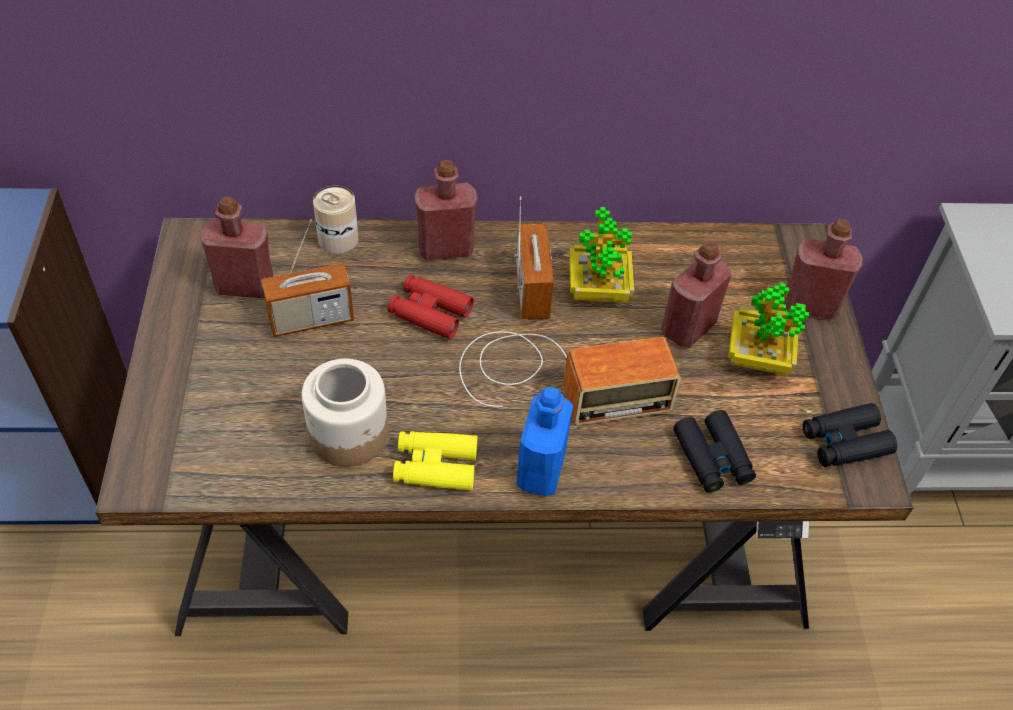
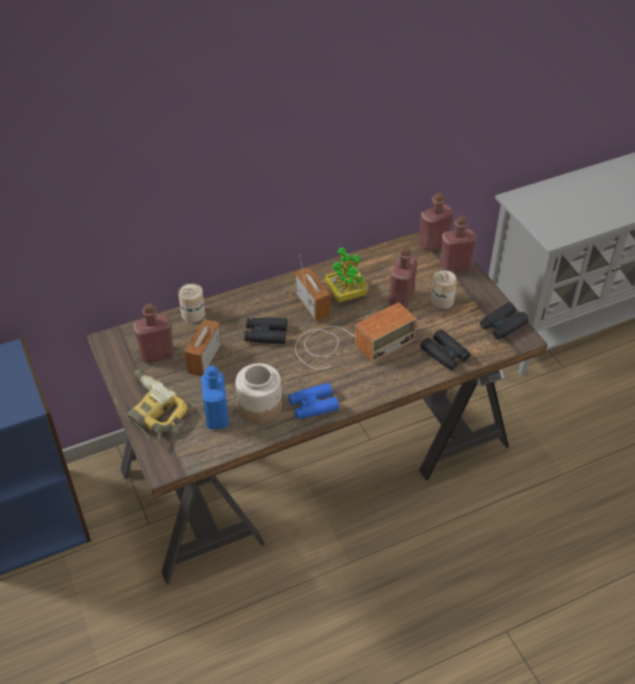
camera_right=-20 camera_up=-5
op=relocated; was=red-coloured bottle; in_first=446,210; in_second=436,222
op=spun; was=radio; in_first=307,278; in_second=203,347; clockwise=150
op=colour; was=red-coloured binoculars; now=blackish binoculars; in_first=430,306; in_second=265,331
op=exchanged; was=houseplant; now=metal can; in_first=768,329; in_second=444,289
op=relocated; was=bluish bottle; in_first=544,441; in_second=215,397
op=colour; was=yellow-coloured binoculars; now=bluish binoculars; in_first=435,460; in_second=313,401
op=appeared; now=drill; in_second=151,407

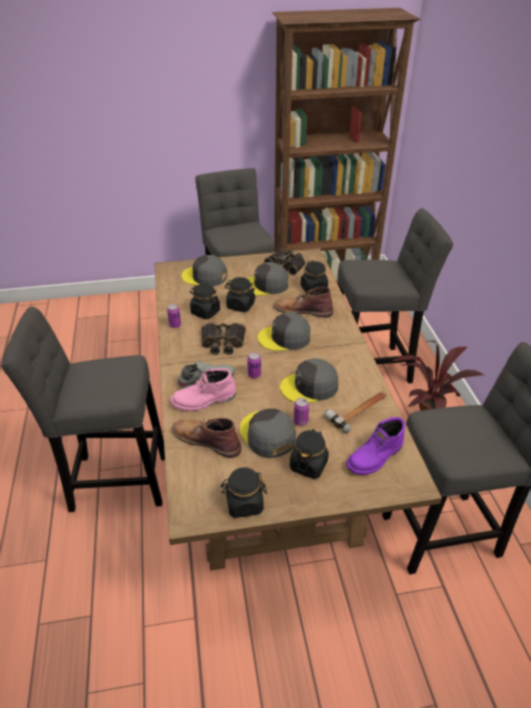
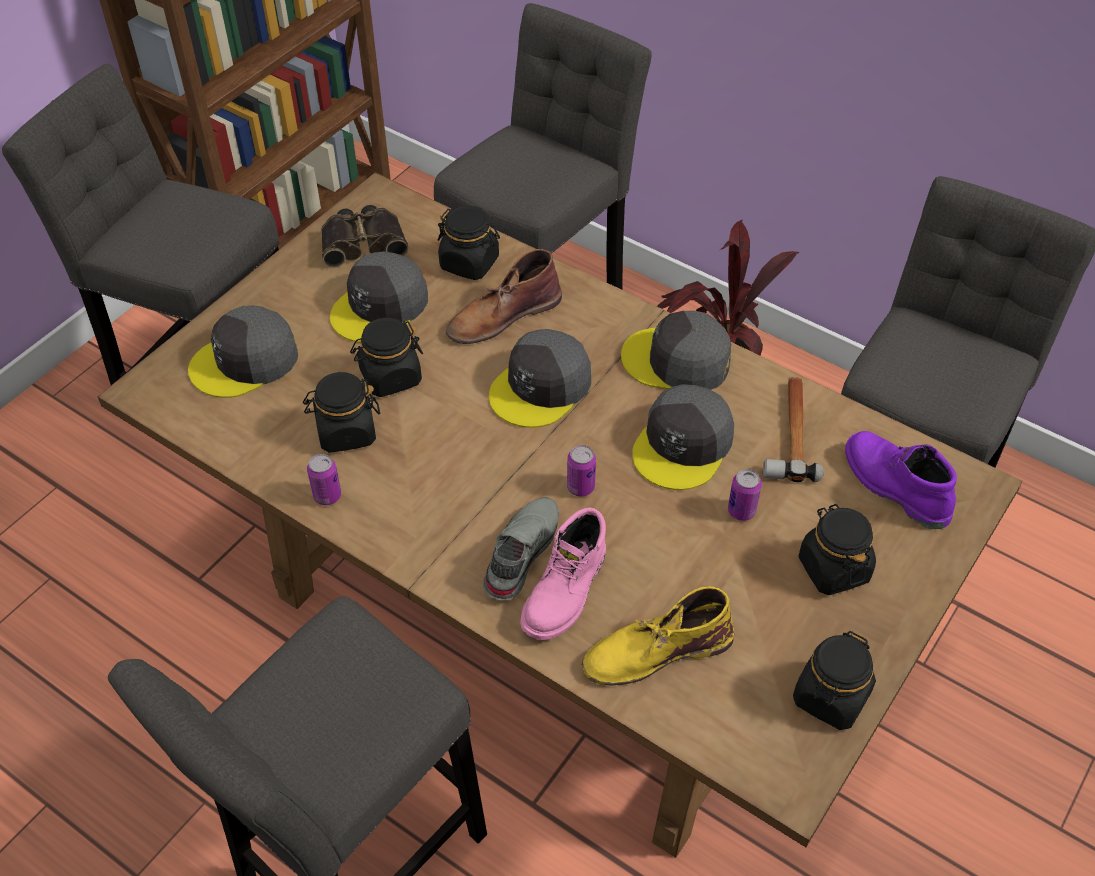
camera_right=-45 camera_up=10
op=missing; was=binoculars; in_first=224,339
op=relocated; was=gray cap; in_first=268,433; in_second=676,350
op=spun; was=purple-coloured boot; in_first=375,446; in_second=901,480; clockwise=135
op=colour; was=brown-coloured boot; now=yellow-coloured boot; in_first=207,438; in_second=658,636

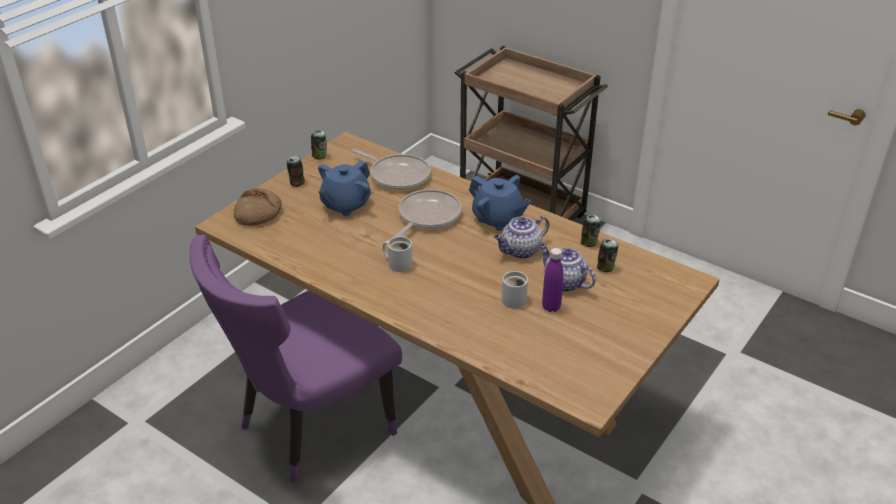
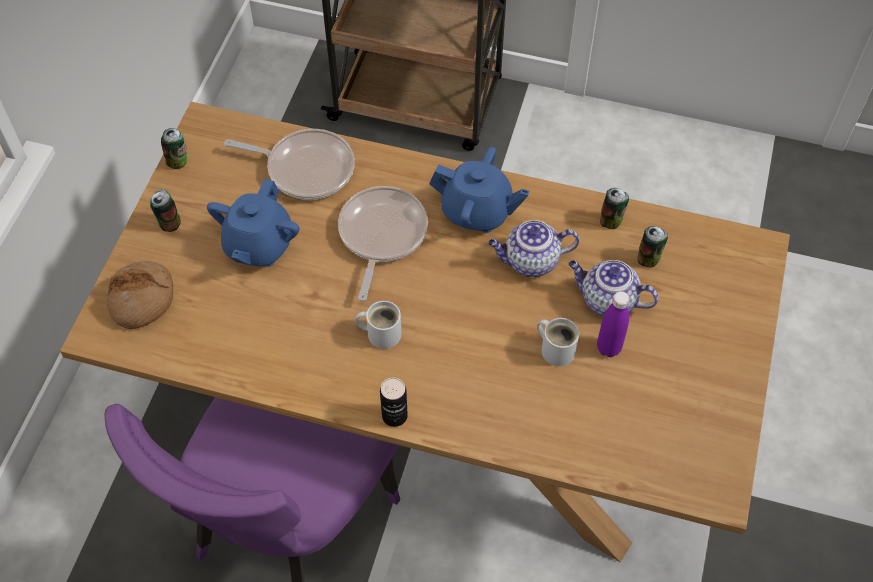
camera_right=-20 camera_up=20
op=spun; was=teapot; in_first=521,237; in_second=533,248; clockwise=45
op=appeared; now=metal can; in_second=394,402

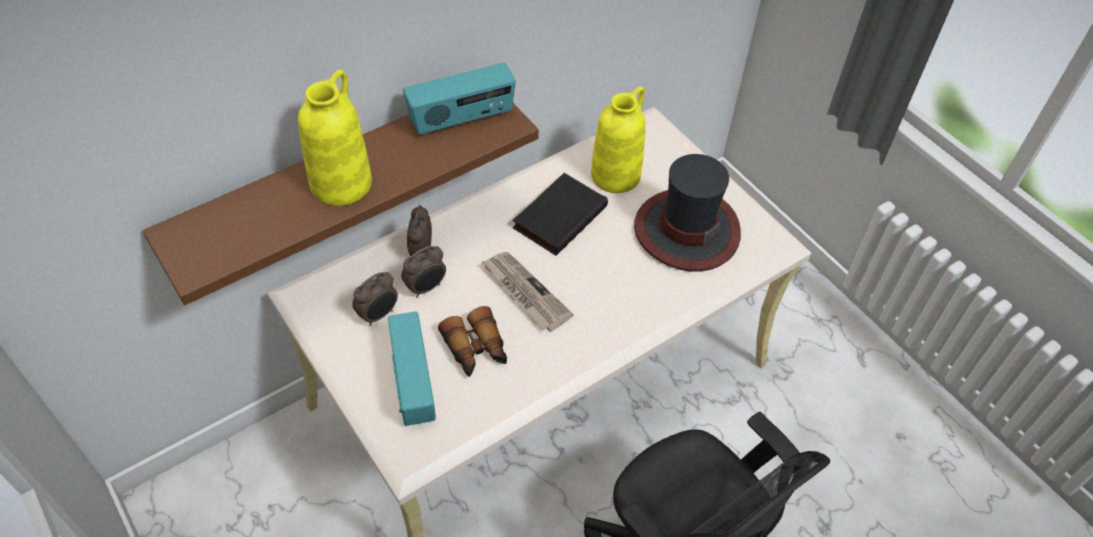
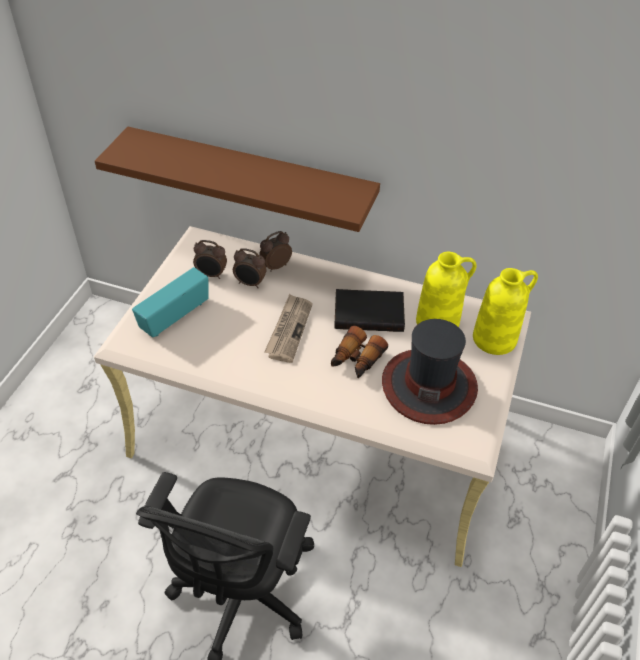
camera_right=55 camera_up=-5
op=missing; was=radio; in_first=459,99
op=relocated; was=yellow-coloured decorative vase; in_first=335,138; in_second=505,311
op=relocated; was=binoculars; in_first=472,341; in_second=359,352

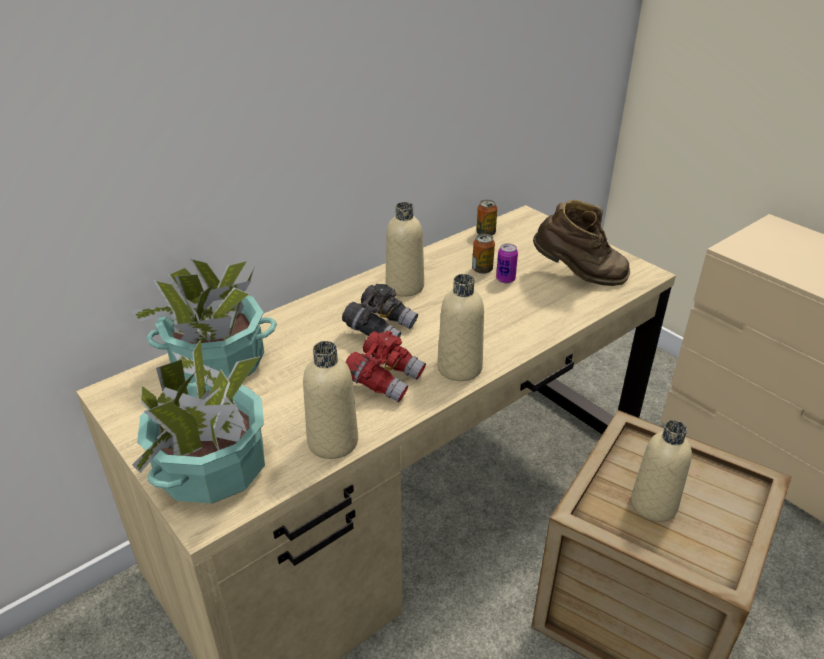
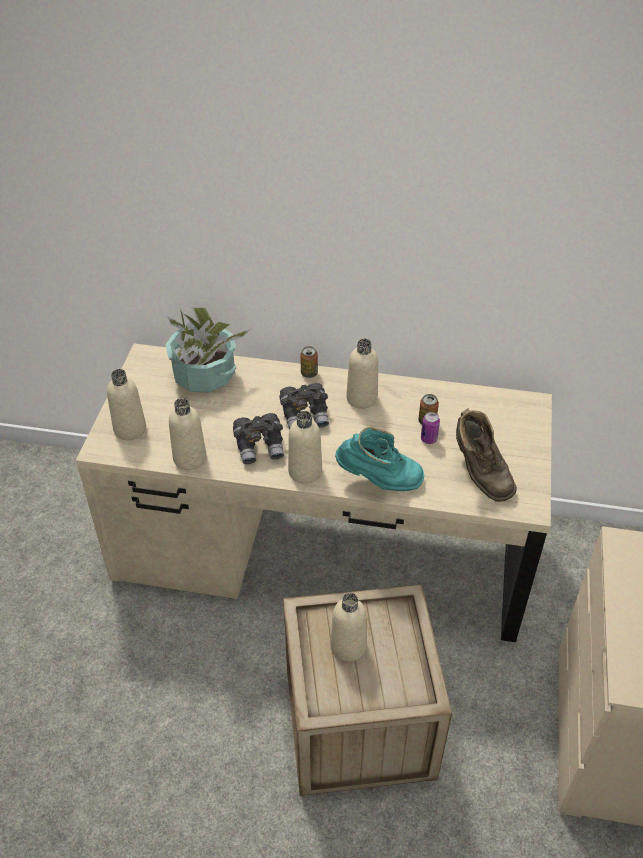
camera_right=50 camera_up=10
op=relocated; was=metal can; in_first=487,218; in_second=309,362
op=colour; was=red-coloured binoculars; now=gray binoculars; in_first=386,367; in_second=258,438
op=exchanged; was=houseplant; now=sand-coloured bottle; in_first=198,420; in_second=126,404
op=appeared; now=blue-green boot; in_second=379,459

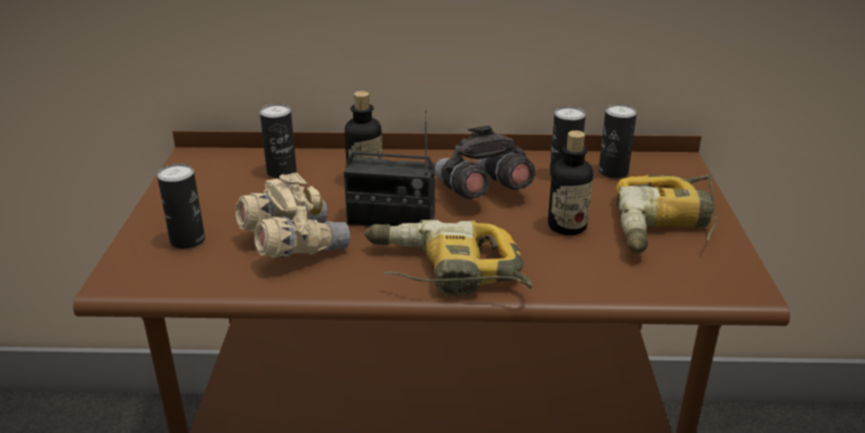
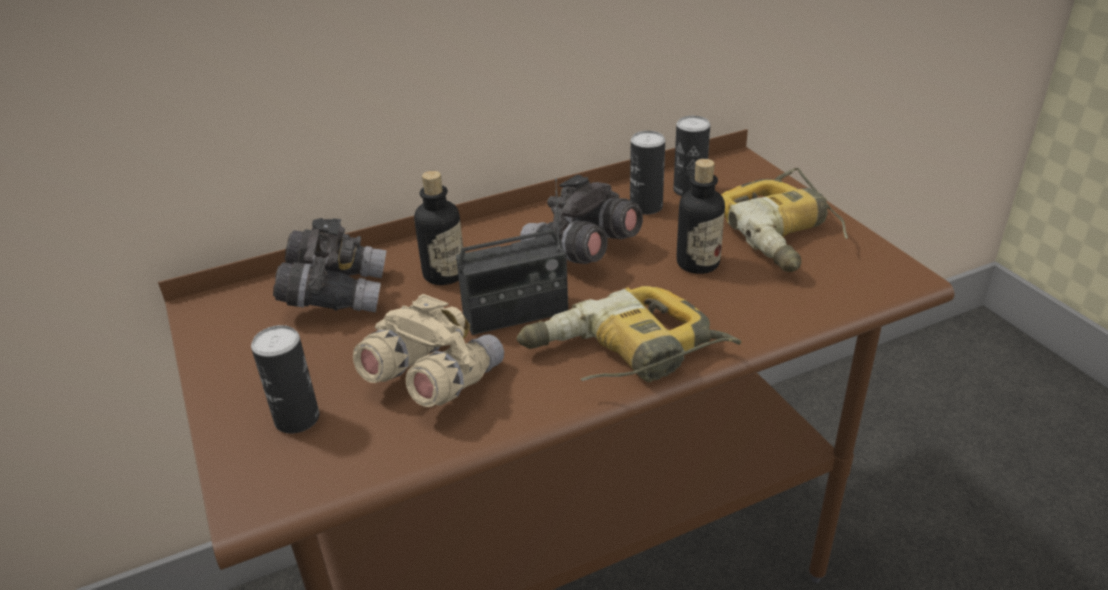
camera_right=-25 camera_up=5
op=exchanged; was=metal can; now=gray binoculars; in_first=278,141; in_second=330,265

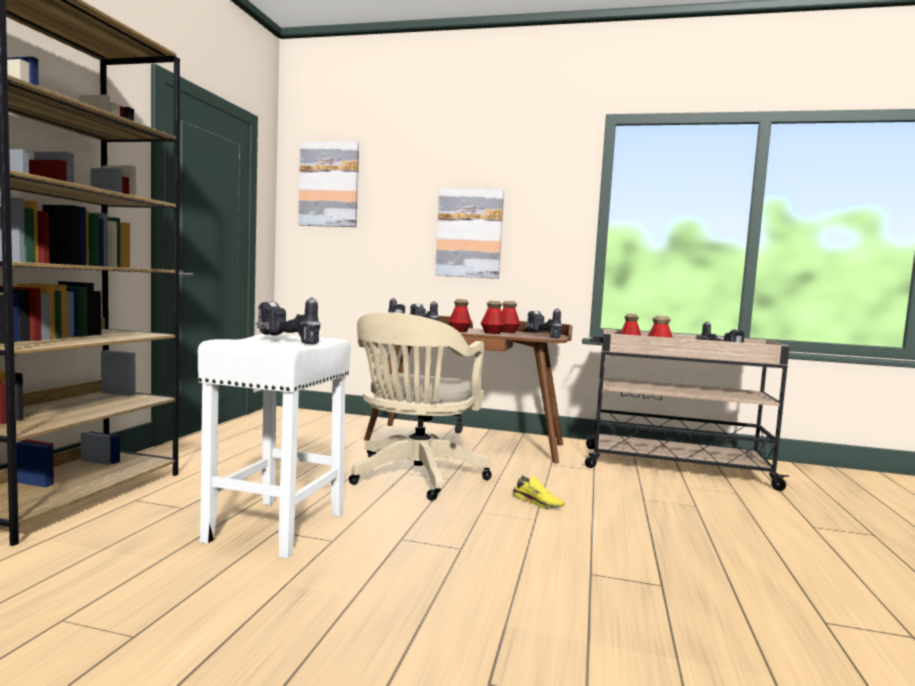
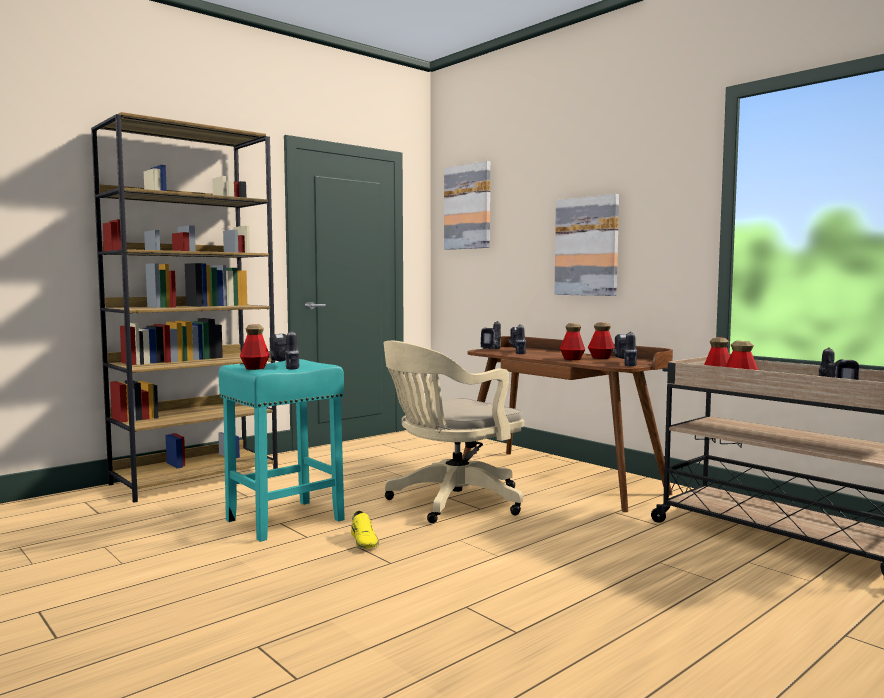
camera_right=35 camera_up=0
op=relocated; was=bottle; in_first=460,315; in_second=255,347
op=colour; was=white stool seat; now=blue-green stool seat; in_first=274,446; in_second=282,450
op=relocated; was=yellow-coloured low shoe; in_first=538,492; in_second=365,530

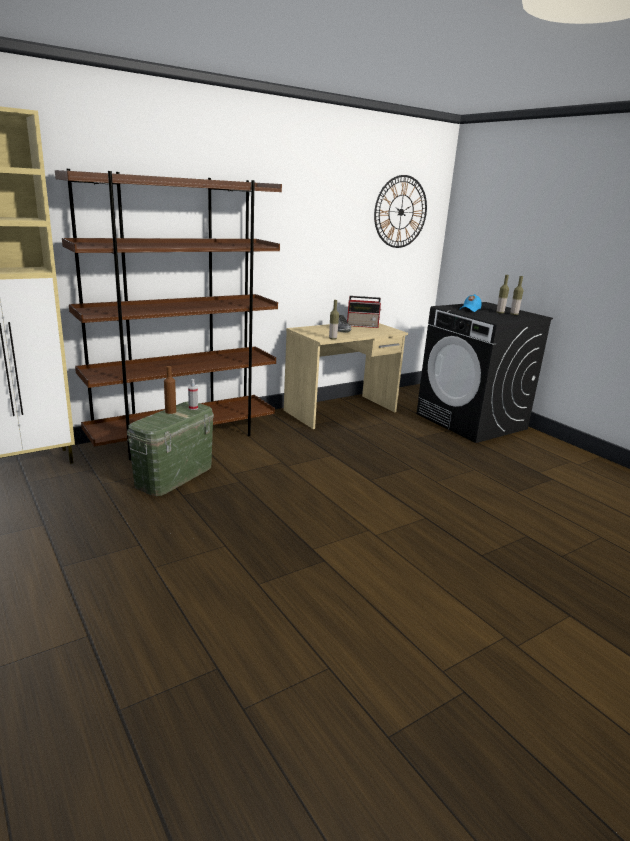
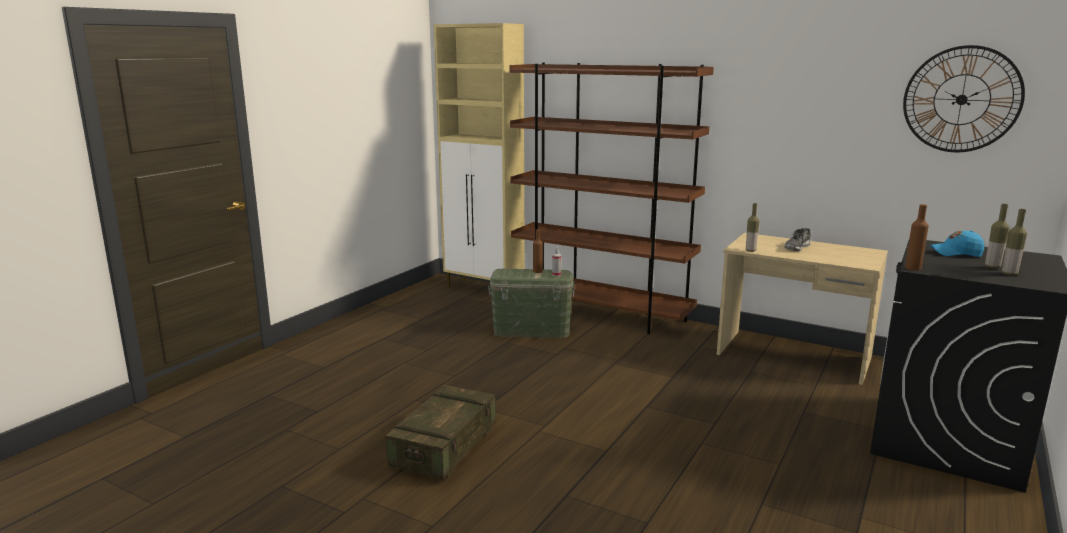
camera_right=65 camera_up=-5
op=missing; was=radio; in_first=364,312
op=appeared; now=brown-coloured bottle; in_second=917,237
op=appeared; now=crate; in_second=441,432

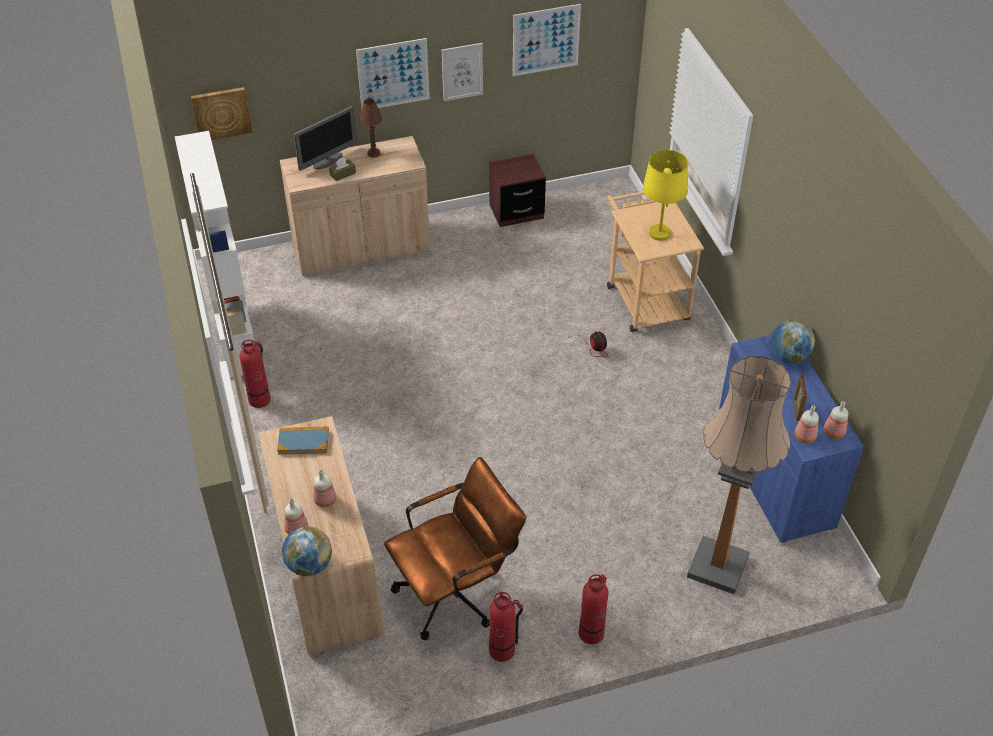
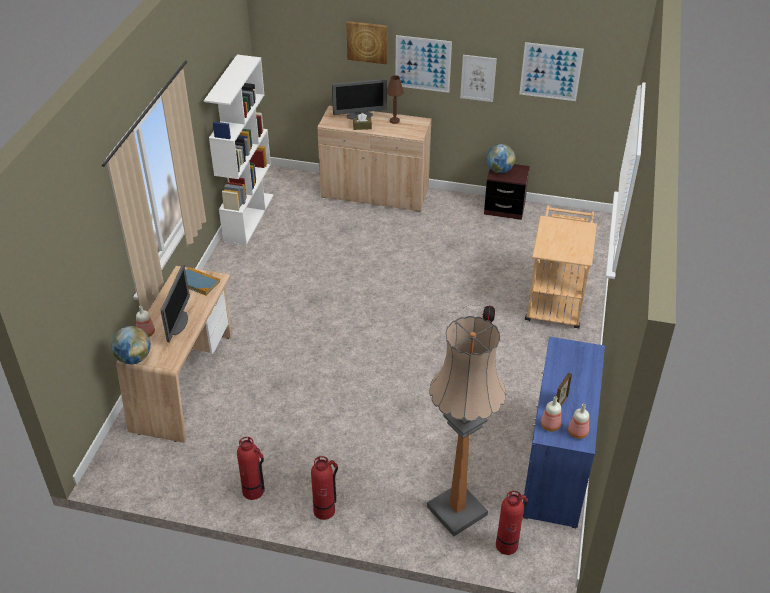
camera_right=30 camera_up=-5
op=relocated; was=wall picture; in_first=221,113; in_second=366,42
op=missing; was=yellow-coloured table lamp; in_first=665,195
op=relocated; was=desk globe; in_first=792,342; in_second=500,158
op=relocated; was=extinguisher; in_first=255,374; in_second=512,523
op=missing; was=brown-coloured office chair; in_first=455,548
op=exchanged; was=bottle; now=monitor; in_first=324,488; in_second=175,304

